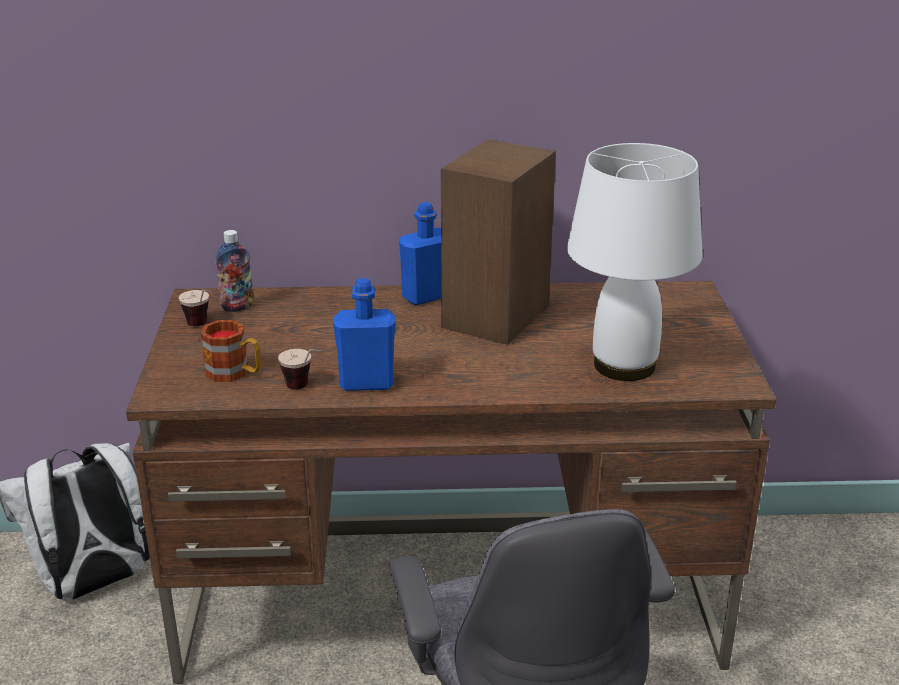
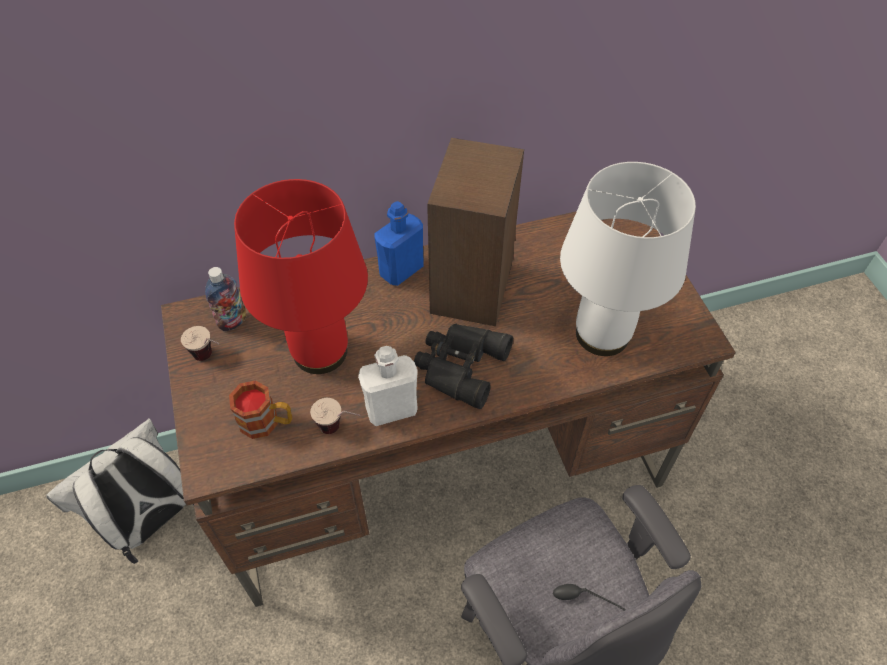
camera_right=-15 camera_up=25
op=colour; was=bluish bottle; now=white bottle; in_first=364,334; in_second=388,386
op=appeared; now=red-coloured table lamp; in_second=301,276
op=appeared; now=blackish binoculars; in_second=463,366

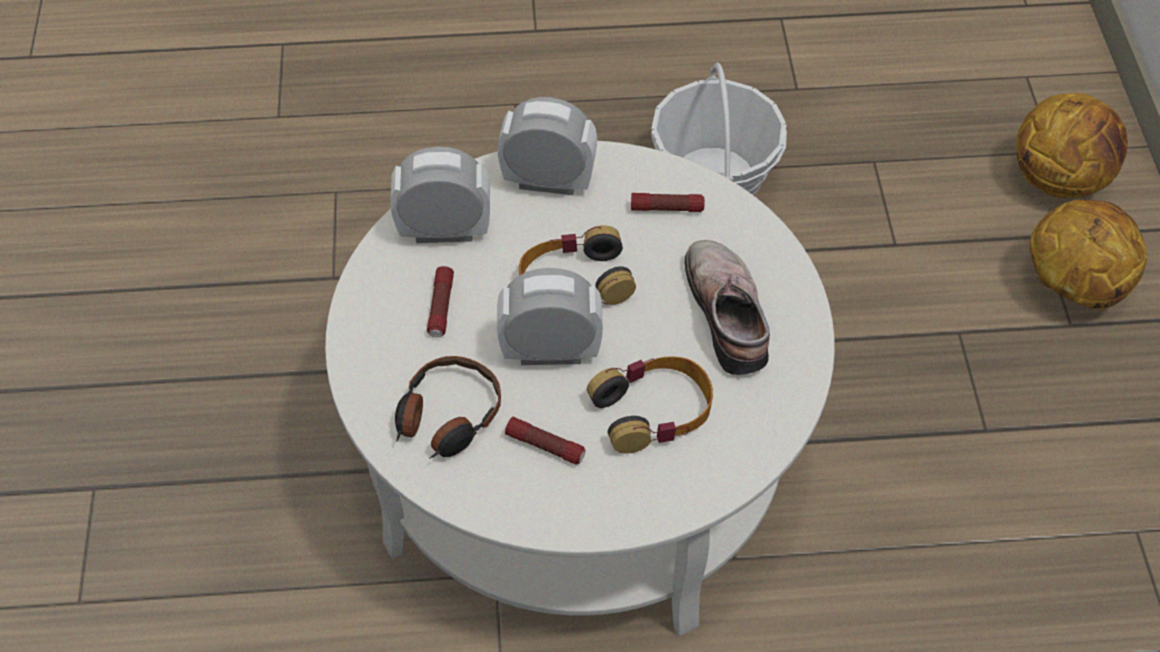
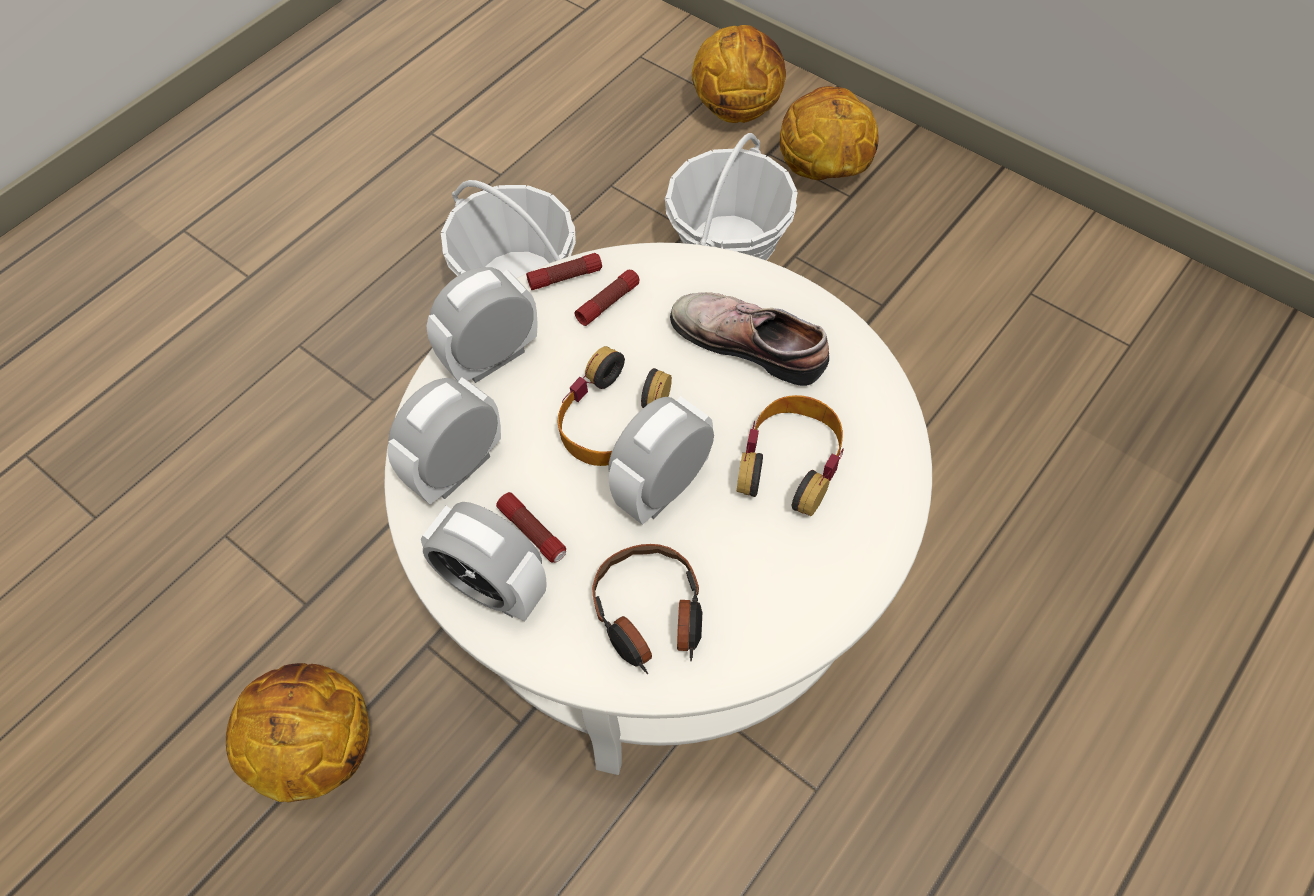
camera_right=-45 camera_up=5
op=relocated; was=torch; in_first=545,441; in_second=564,271
op=appeared; now=household basket; in_second=731,196
op=appeared; now=bedside clock; in_second=484,561
op=appeared; now=basketball ball; in_second=297,732

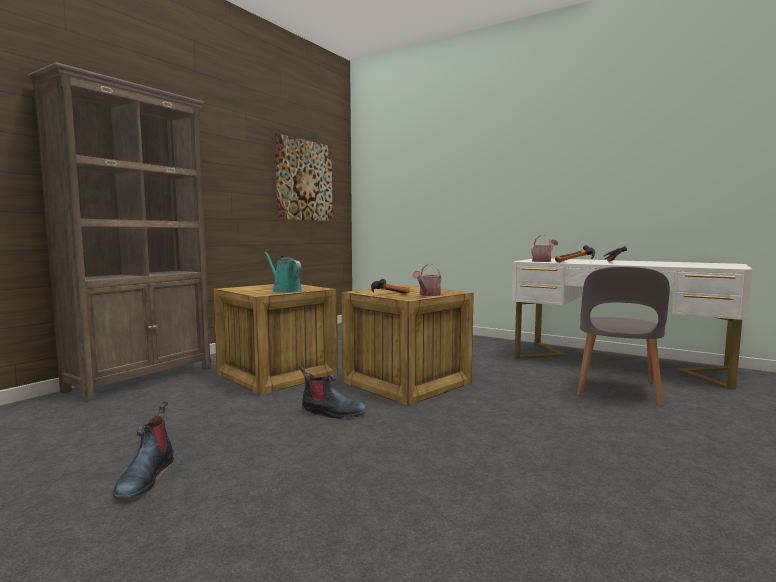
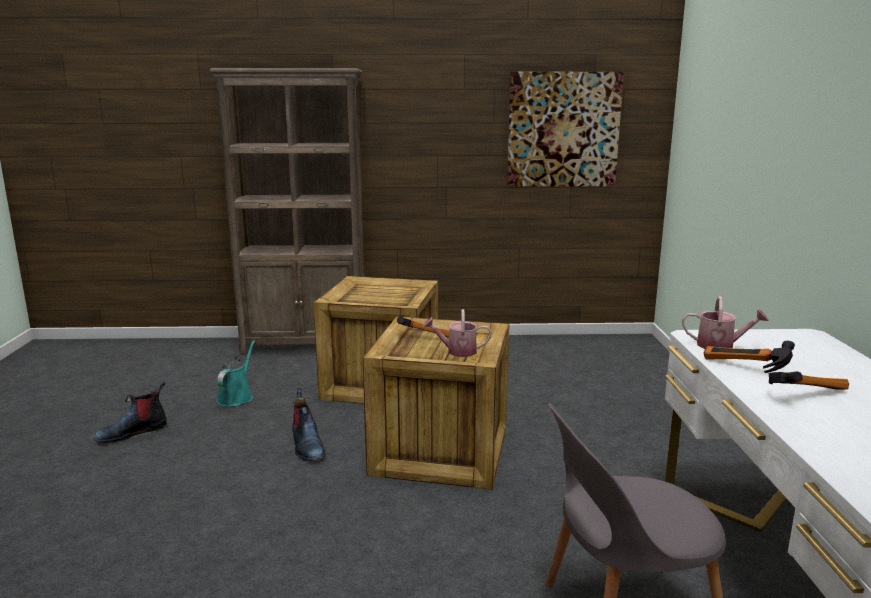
camera_right=55 camera_up=10
op=relocated; was=blue-green sprinkling can; in_first=283,272; in_second=236,374

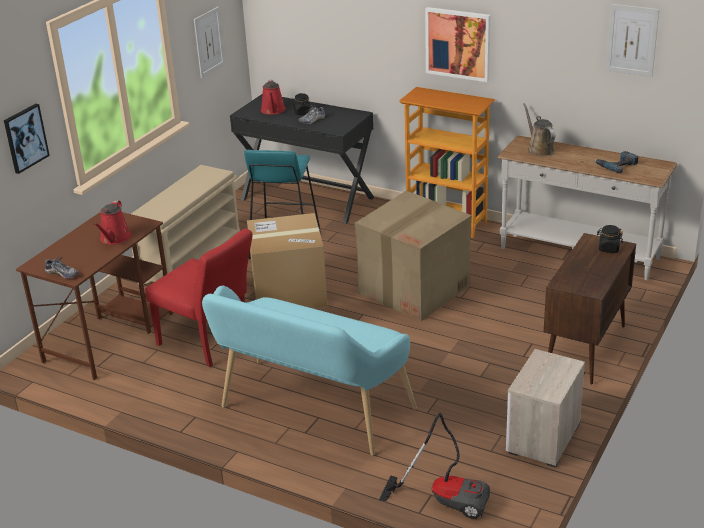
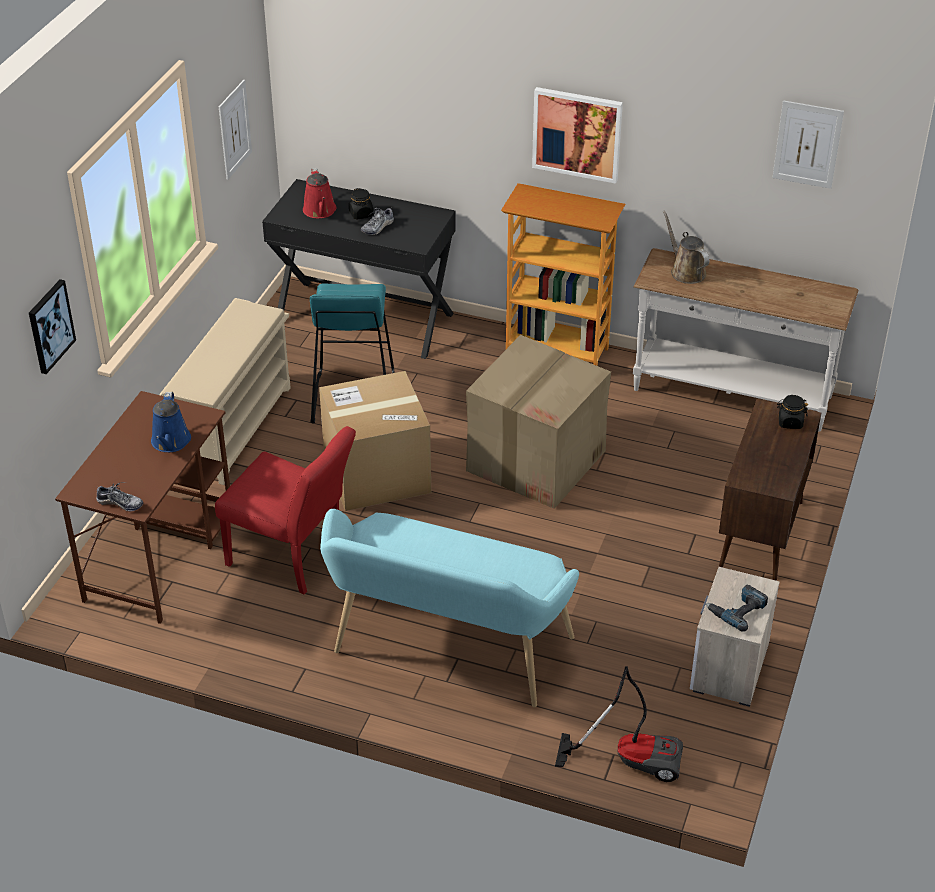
camera_right=-10 camera_up=10
op=relocated; was=drill; in_first=616,162; in_second=737,608
op=colour; was=red-coloured sprinkling can; now=bluish sprinkling can; in_first=112,222; in_second=171,422

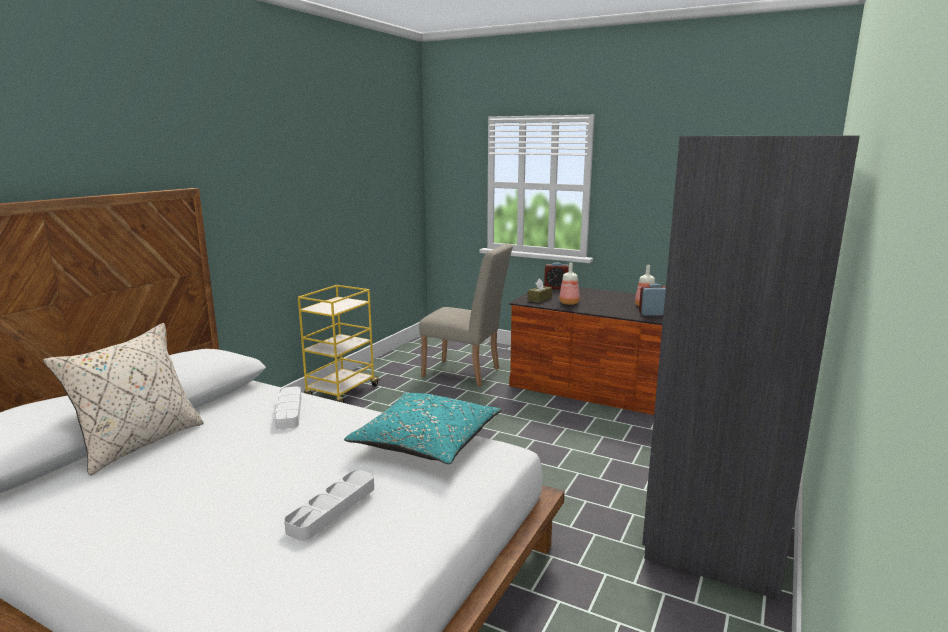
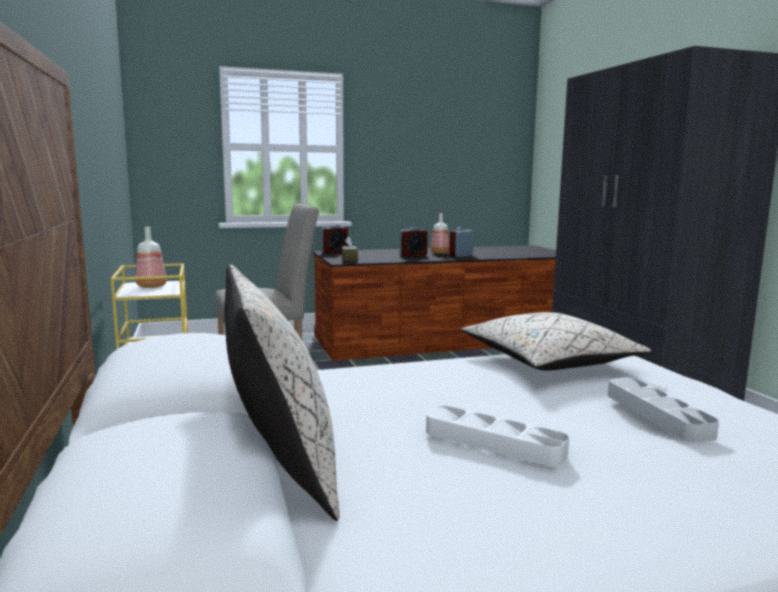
camera_right=-45 camera_up=-5
op=relocated; was=bottle; in_first=569,284; in_second=151,257
op=relocated; was=white carrying tray; in_first=288,408; in_second=497,436
op=colour; was=blue-green pillow; now=sand-coloured pillow; in_first=422,428; in_second=556,341
op=appeared; now=bedside clock; in_second=414,242

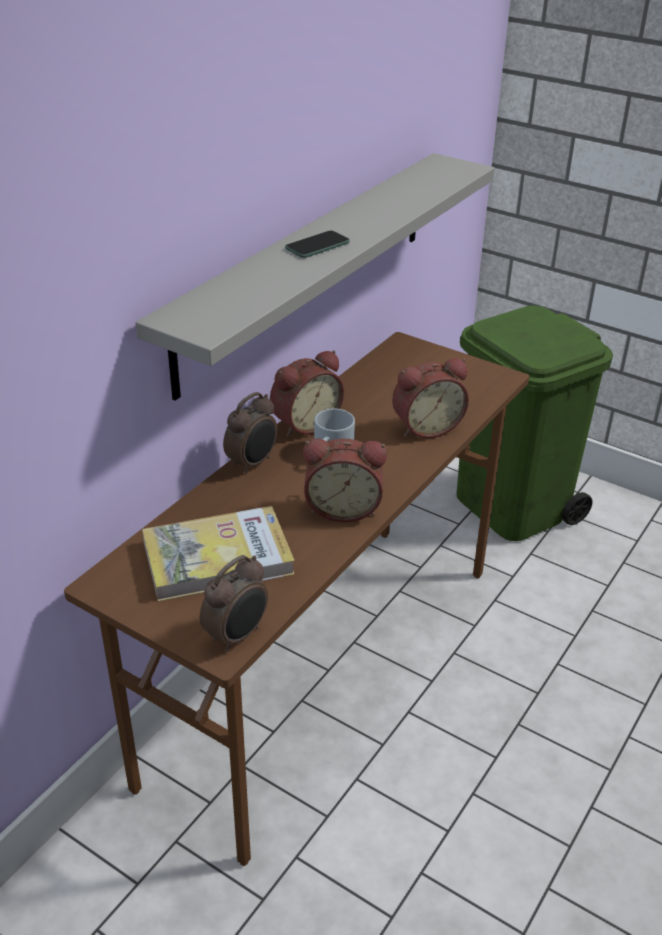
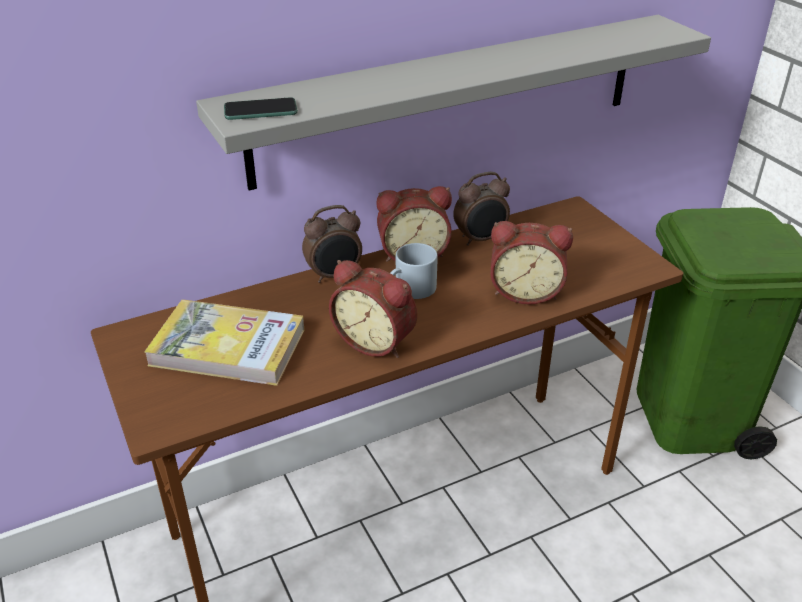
camera_right=30 camera_up=0
op=relocated; was=phone; in_first=317,244; in_second=261,108
op=relocated; was=bedside clock; in_first=234,603; in_second=481,209

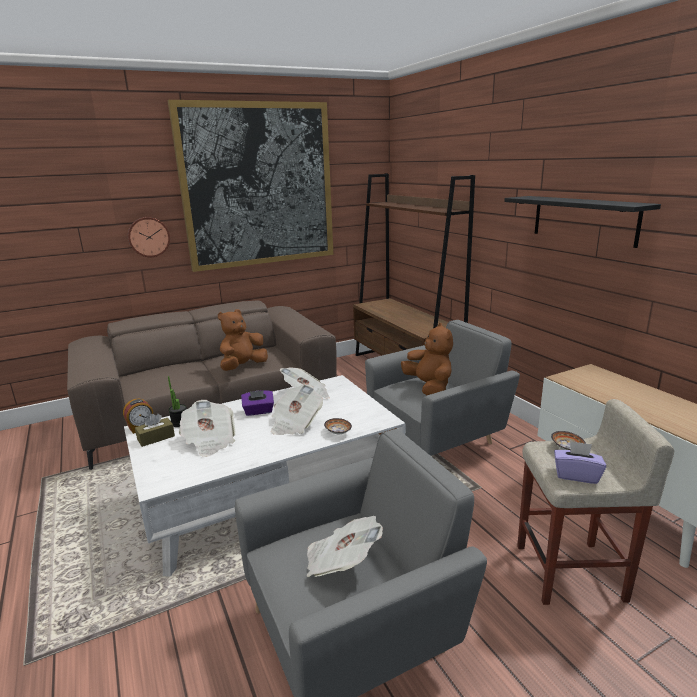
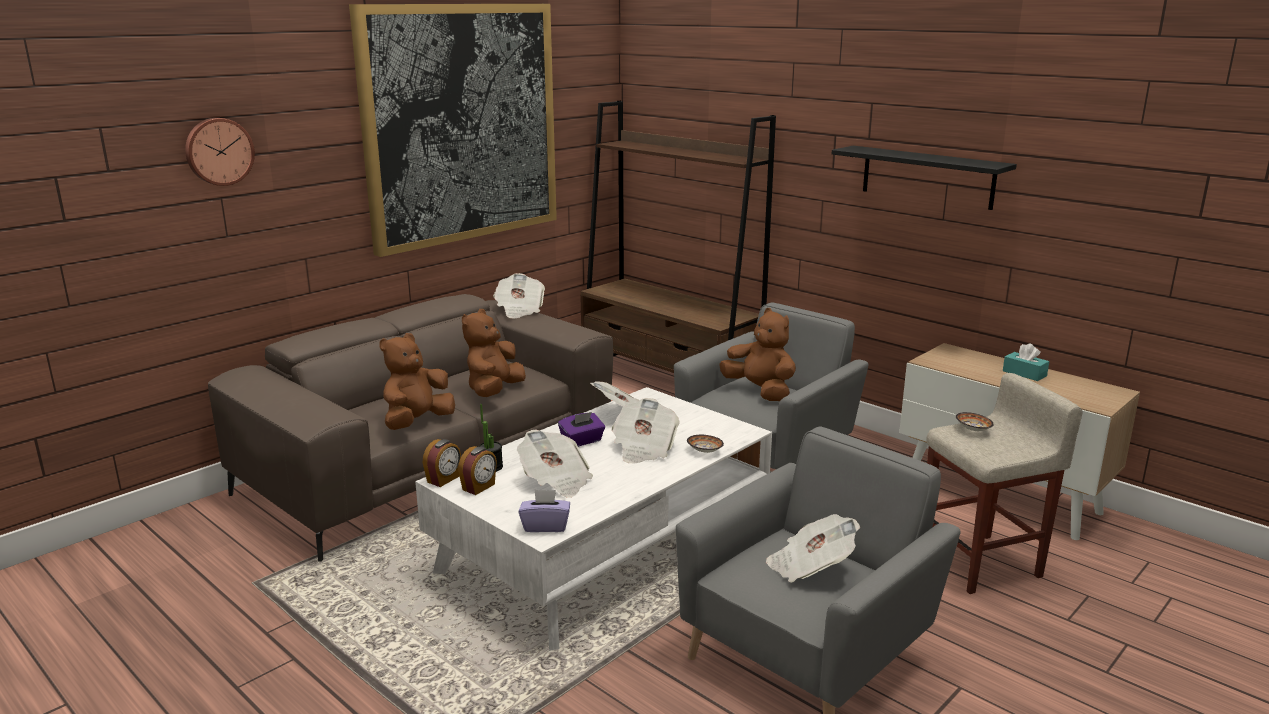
camera_right=-20 camera_up=0
op=relocated; was=hanging clock; in_first=149,237; in_second=220,152
op=exchanged; was=brown-coloured tissue holder; now=bedside clock; in_first=155,430; in_second=477,470
op=relocated; was=purple-coloured tissue holder; in_first=580,462; in_second=544,511
op=appeared; now=newspaper; in_second=519,295
op=appeared; now=brown-coloured soft toy; in_second=417,381
op=appeared; now=blue-green tissue holder; in_second=1026,362

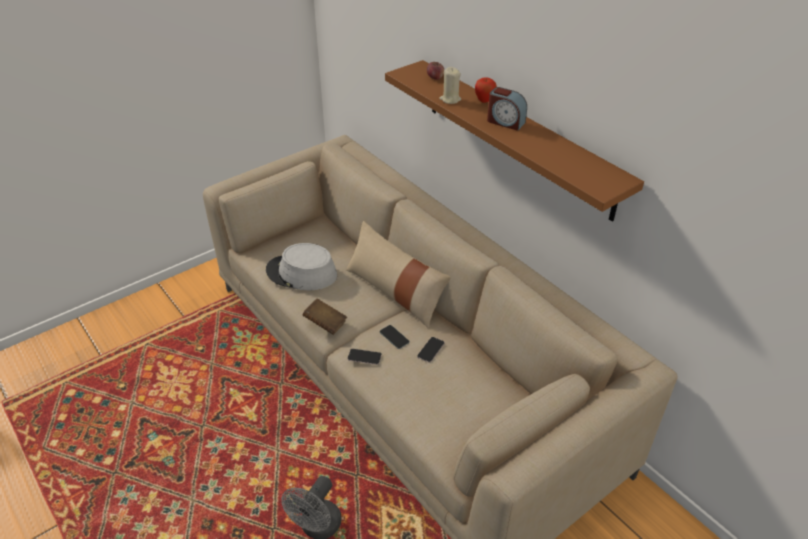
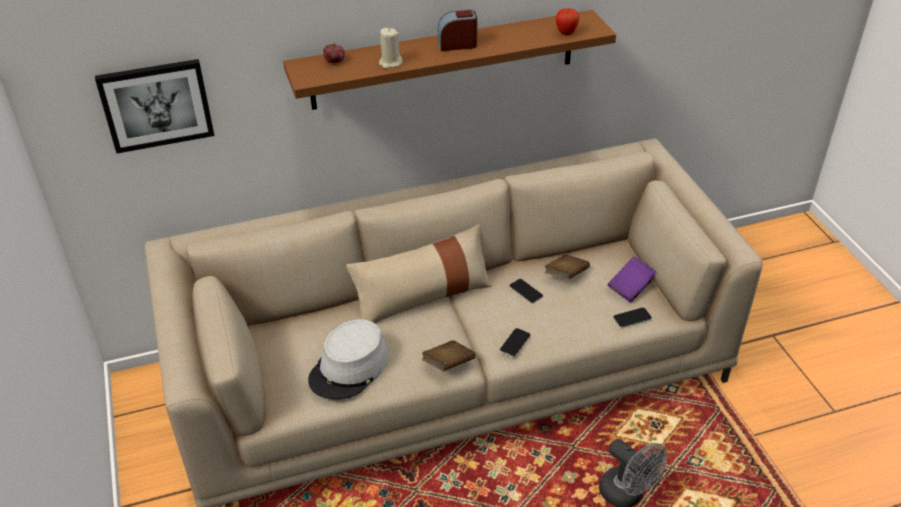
camera_right=-70 camera_up=0
op=relocated; was=apple; in_first=486,90; in_second=567,21
op=spun; was=bedside clock; in_first=507,109; in_second=457,30; clockwise=-150
op=relocated; was=phone; in_first=395,337; in_second=632,317
op=appeared; now=wall picture; in_second=155,106
op=appeared; now=brown-coloured bound book; in_second=567,266
op=appeared; now=purple-coloured bound book; in_second=632,279

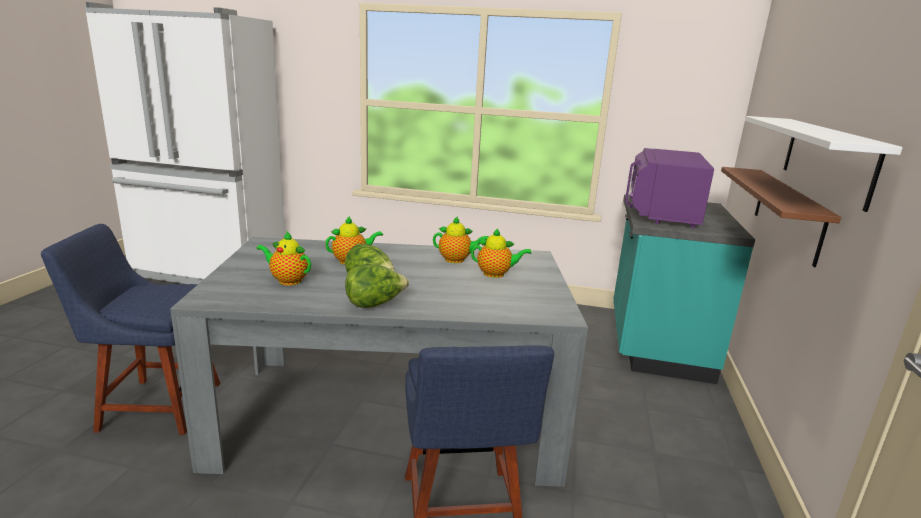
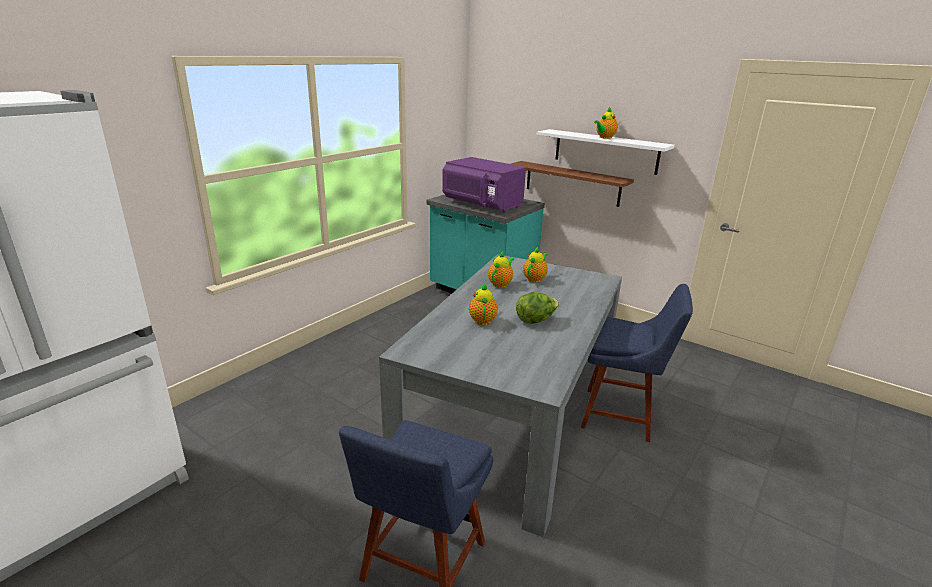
camera_right=-65 camera_up=5
op=relocated; was=teapot; in_first=283,258; in_second=606,123
op=missing; was=head of lettuce; in_first=377,286

